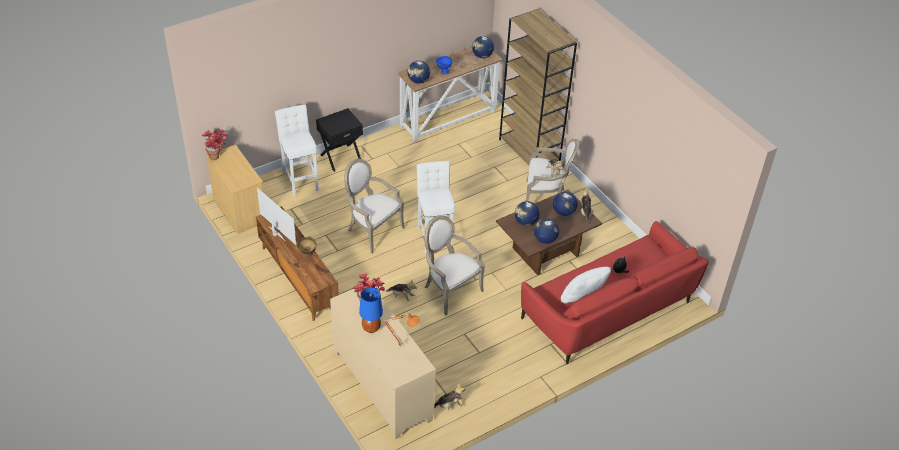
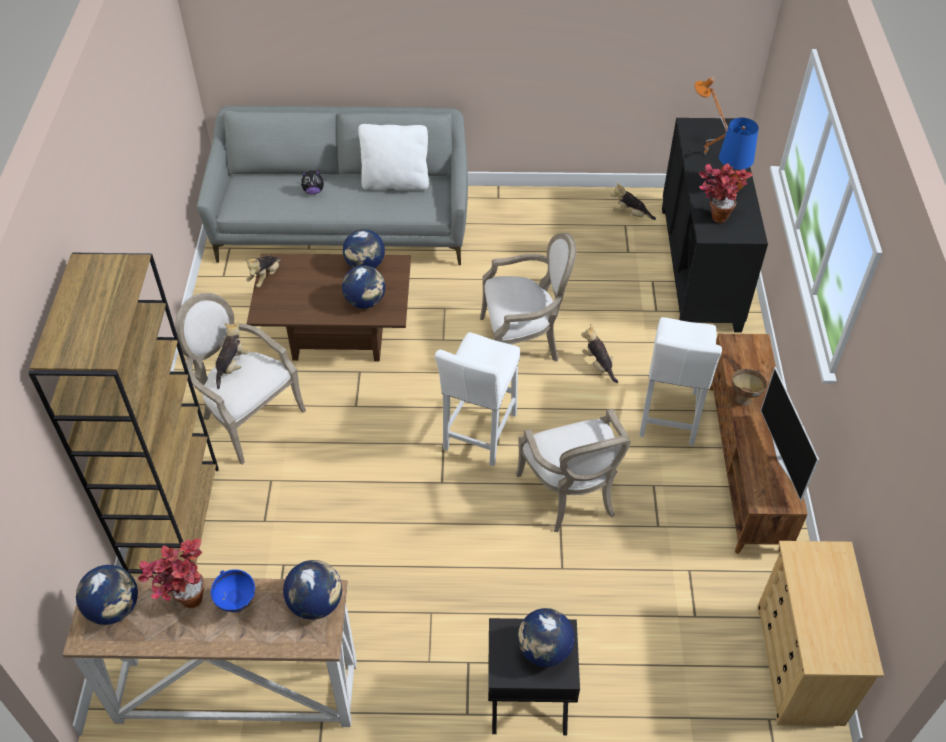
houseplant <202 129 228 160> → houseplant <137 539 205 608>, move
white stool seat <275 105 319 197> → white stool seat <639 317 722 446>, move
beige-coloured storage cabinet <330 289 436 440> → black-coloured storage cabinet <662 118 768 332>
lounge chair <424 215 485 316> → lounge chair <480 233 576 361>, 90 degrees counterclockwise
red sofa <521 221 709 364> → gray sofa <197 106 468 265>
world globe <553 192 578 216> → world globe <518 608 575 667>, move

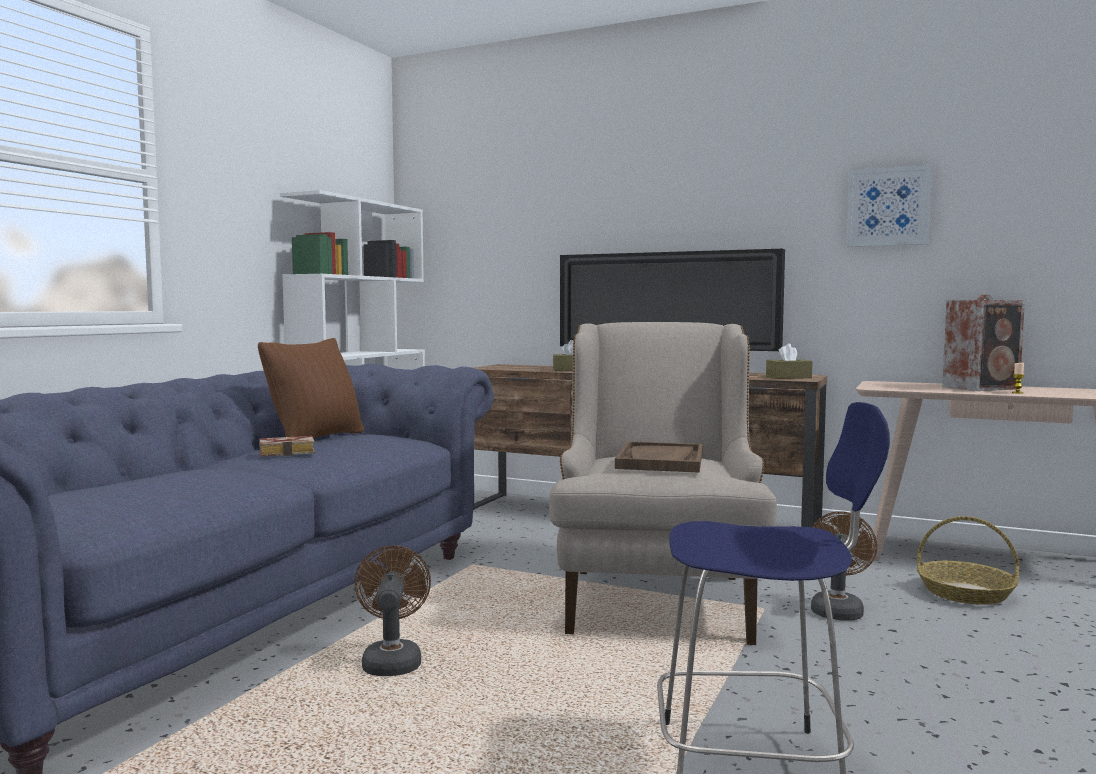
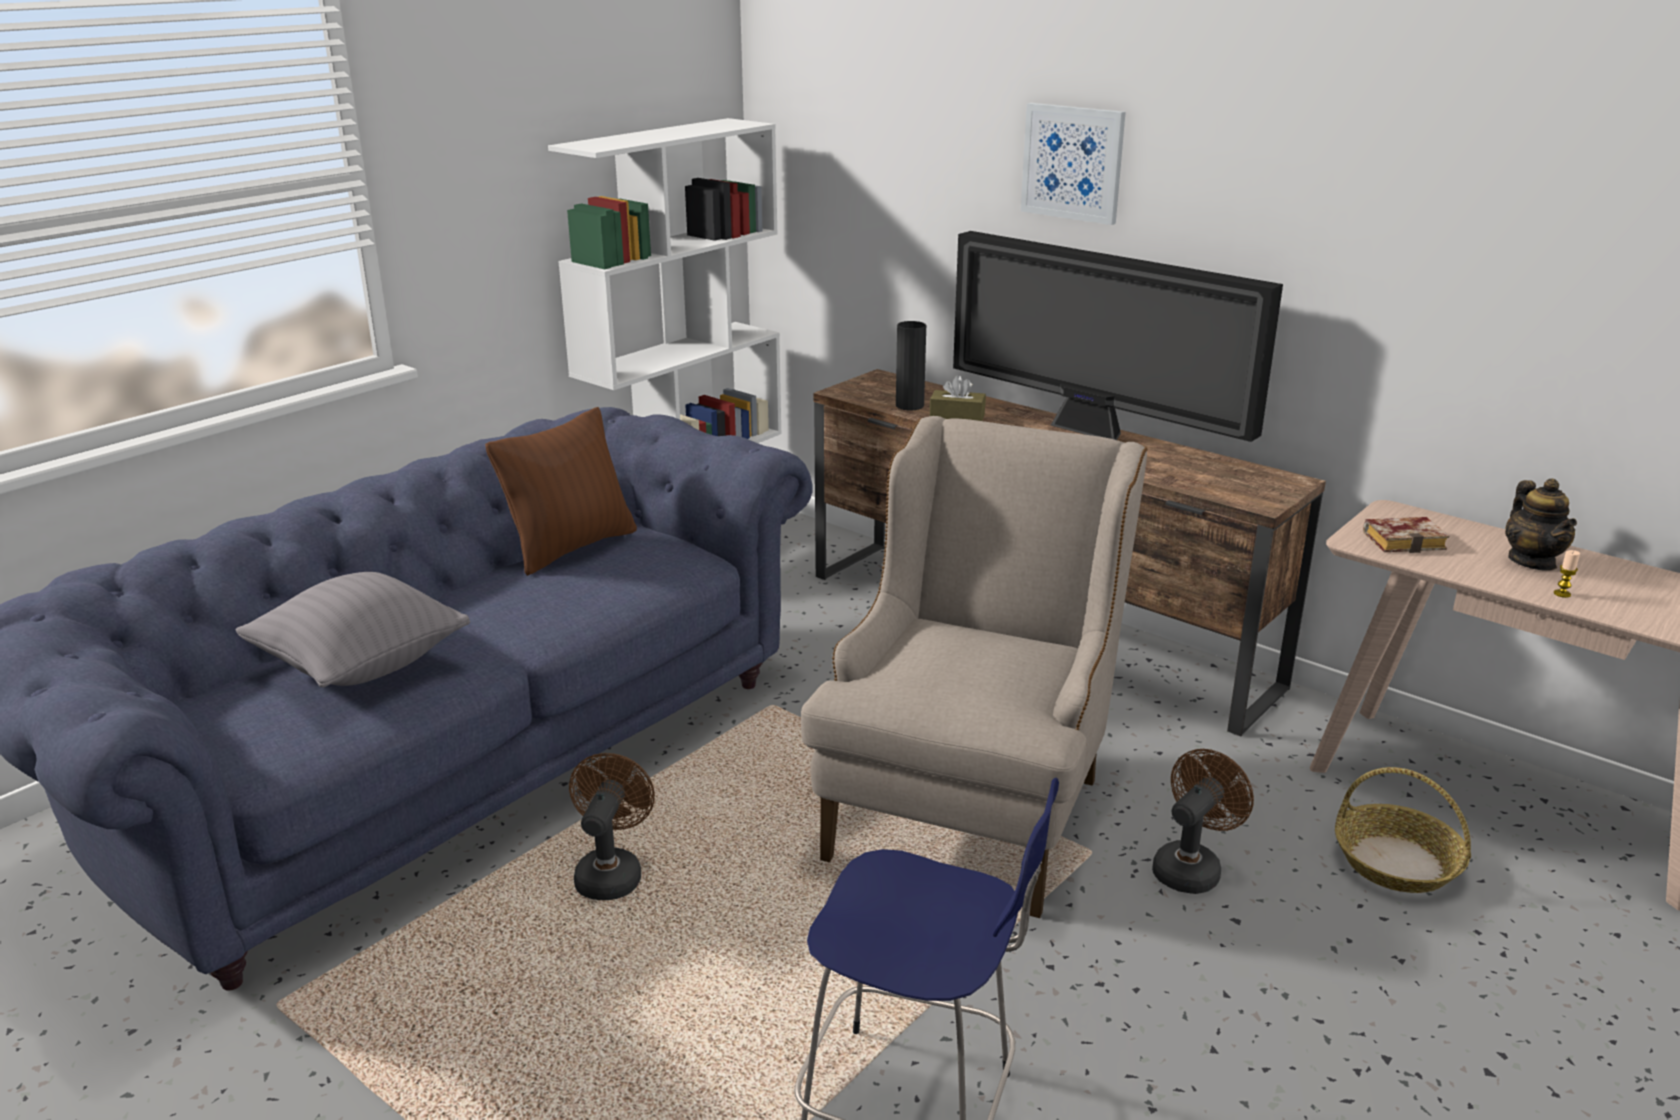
volume <259 436 315 456> → volume <1363 517 1449 553>, move
brown serving tray <615 441 703 473> → -
brown tissue box <766 344 813 379> → -
picture <846 165 932 247> → picture <1021 103 1126 225>, move
loudspeaker <942 295 1025 391> → pot for tea <1505 478 1577 571>
- → gray throw pillow <235 572 470 687>
- → black-coloured vase <896 321 926 410>

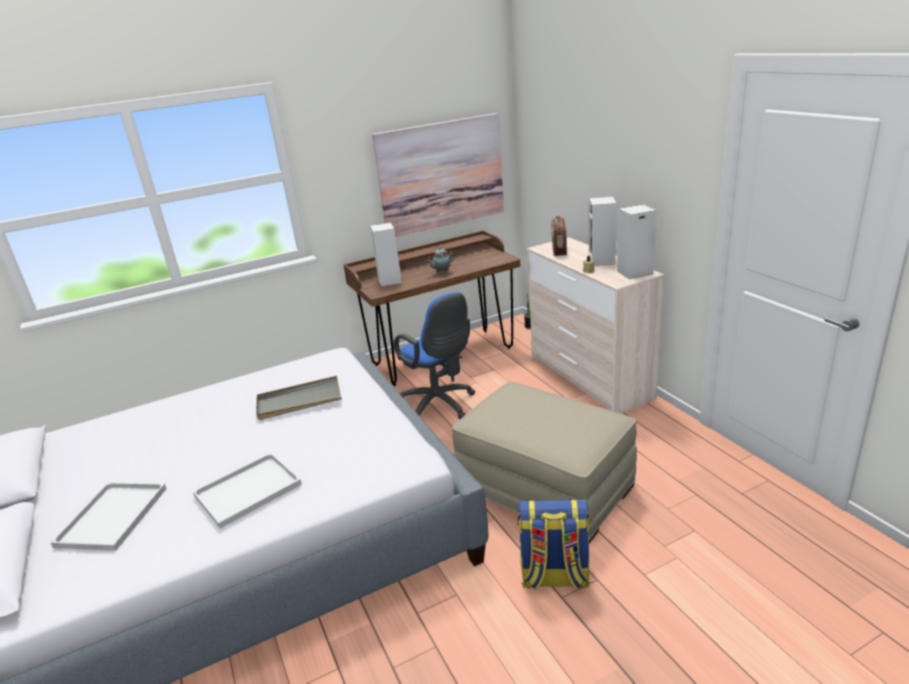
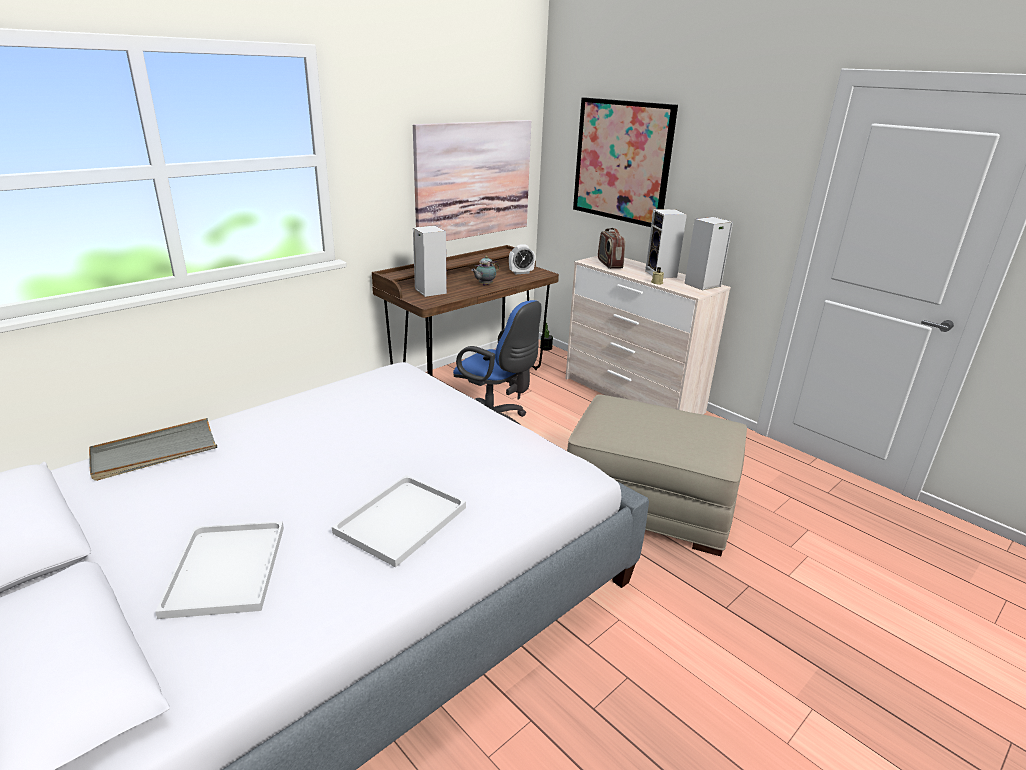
gray serving tray <256 376 342 420> → gray serving tray <89 418 217 481>, move
backpack <517 499 590 591> → -
- → alarm clock <509 244 535 274>
- → picture <573 98 678 227>

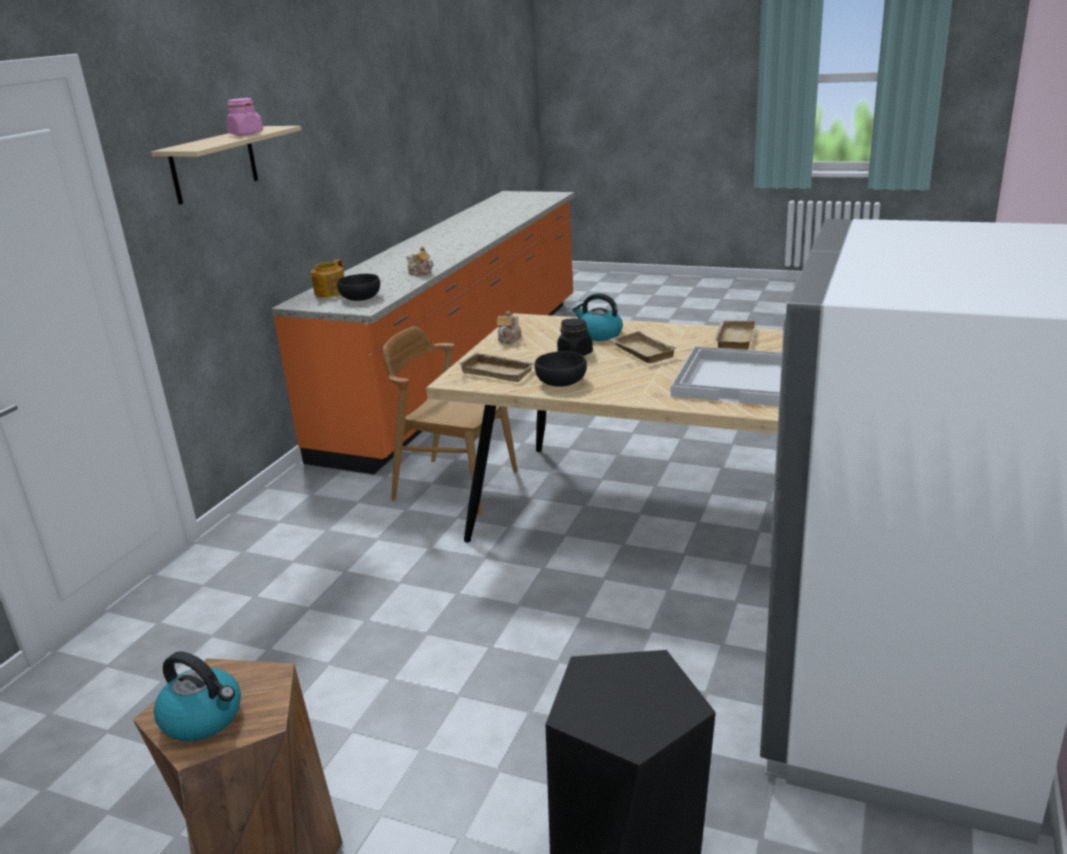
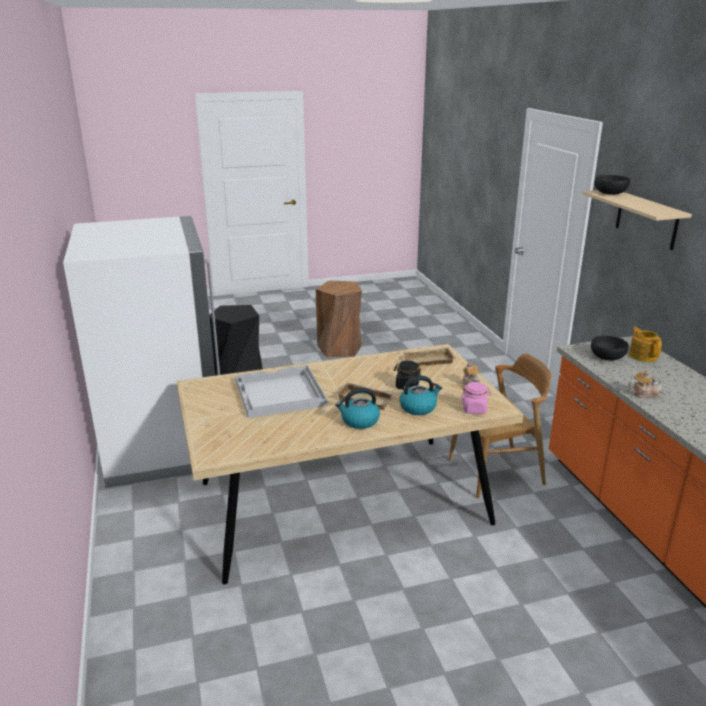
kettle <154 651 241 741> → kettle <336 388 380 429>, move
pinkish preserve jar <226 98 263 135> → pinkish preserve jar <460 382 492 414>, move
black-coloured bowl <535 351 587 387> → black-coloured bowl <595 175 630 195>, move
beige-coloured serving tray <715 320 756 350> → -

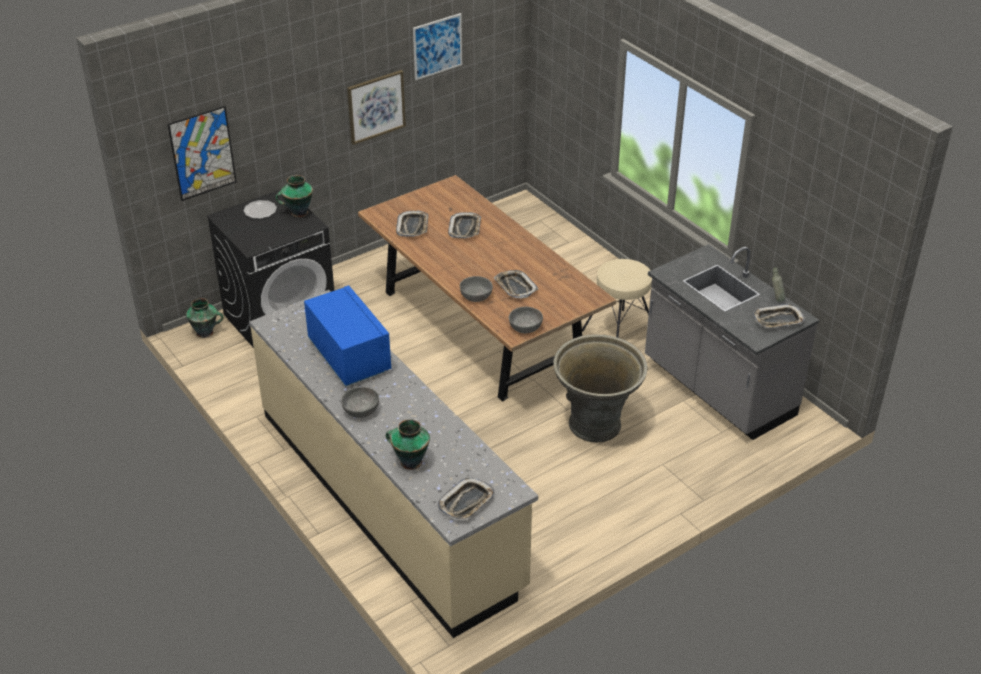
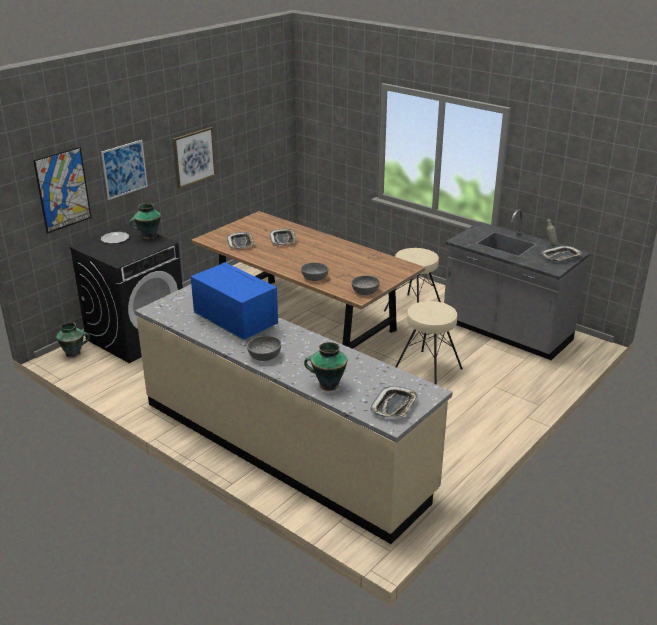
picture <413 13 462 80> → picture <101 140 148 200>, move
serving tray <494 270 538 299> → -
gray flower pot <553 334 647 442> → beige-coloured stool seat <396 301 463 385>

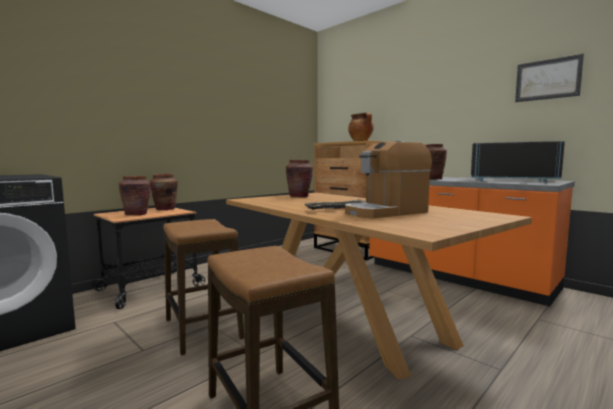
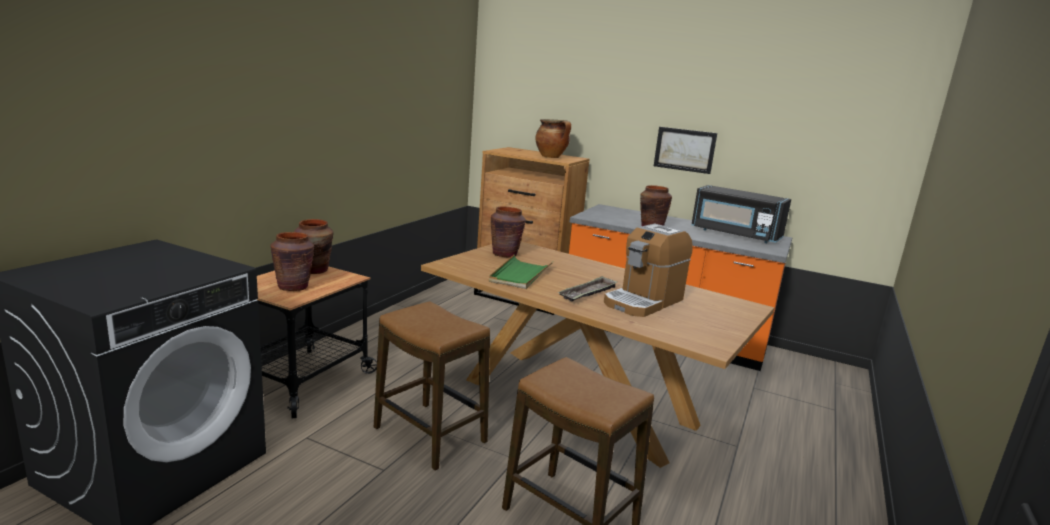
black-coloured microwave <471 141 565 182> → black-coloured microwave <691 185 791 243>, 150 degrees counterclockwise
picture <515 54 584 102> → picture <654 127 717 174>, move
- → green-coloured serving tray <489 254 553 289>

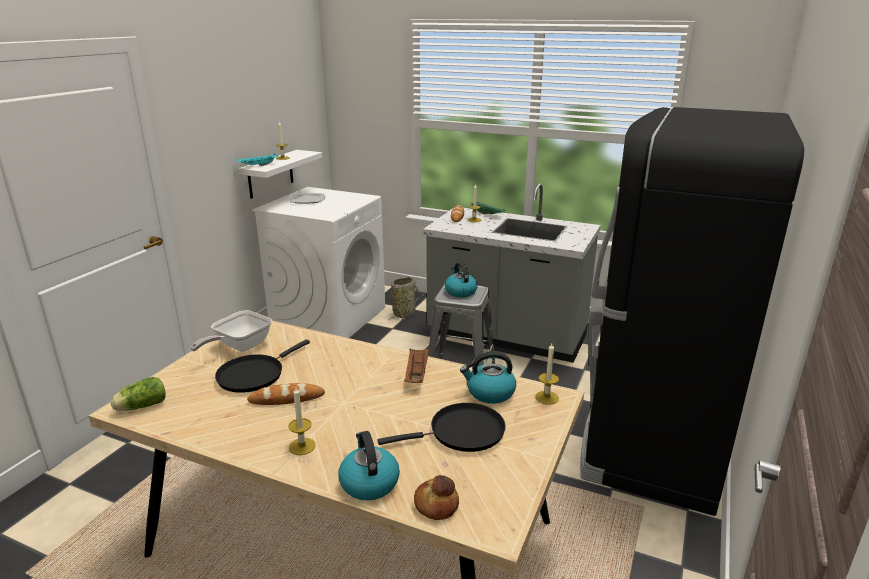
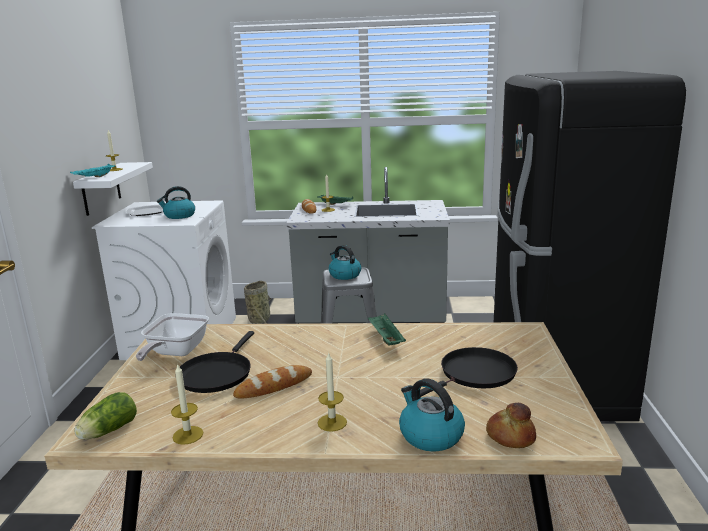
brown serving tray <404 349 429 383> → green-coloured serving tray <368 314 406 345>
kettle <460 351 516 404> → kettle <157 186 195 219>, move
wax candle <535 343 559 405> → wax candle <171 363 203 445>, move

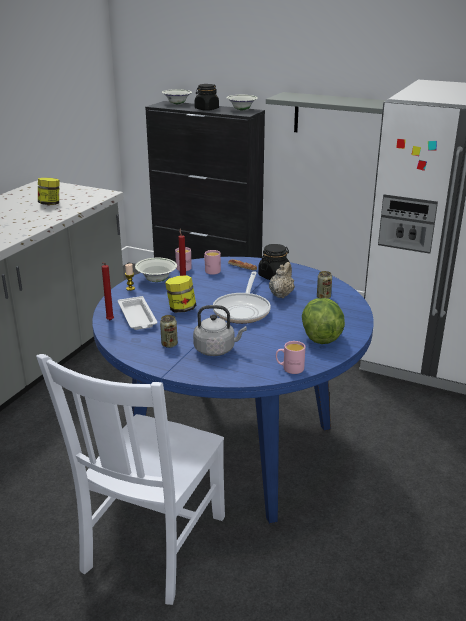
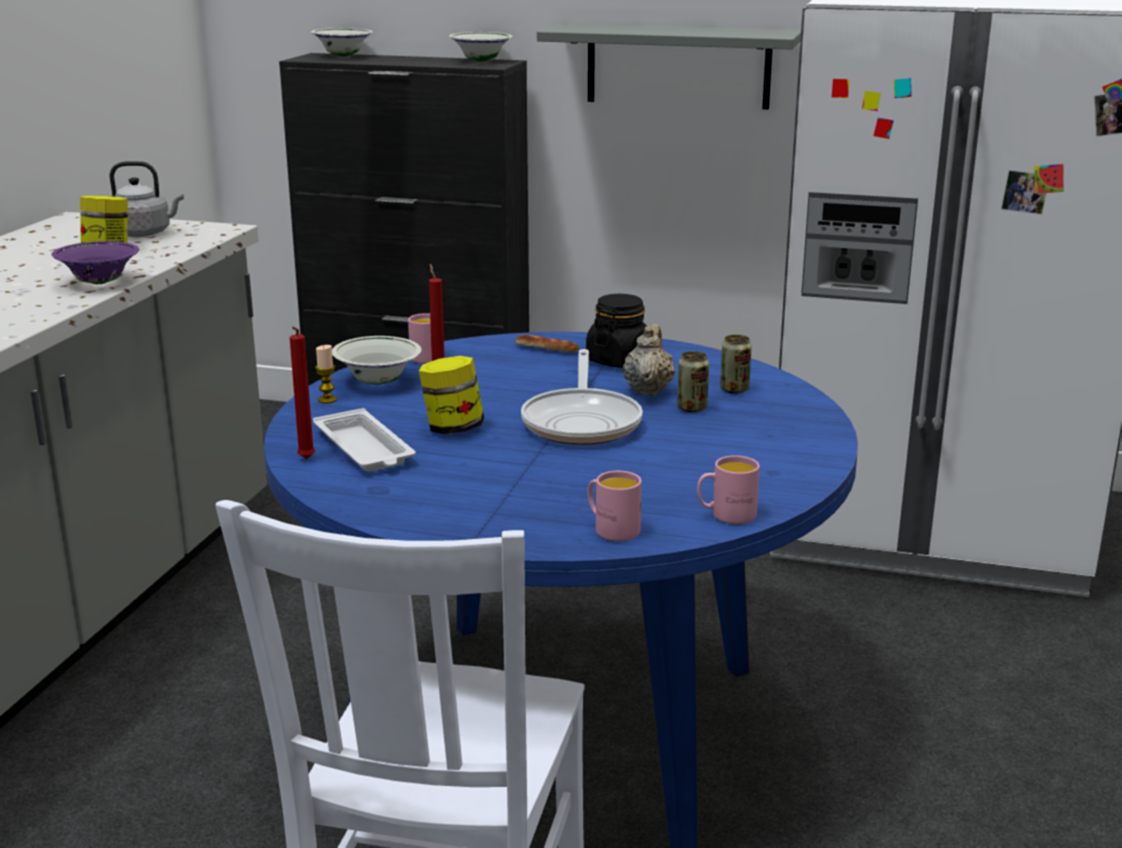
sealed can <160 315 178 348> → sealed can <677 351 709 412>, move
gray kettle <193 305 247 356> → gray kettle <109 161 184 237>, move
black-coloured preserve jar <194 84 219 111> → -
pinkish mug <204 250 221 275> → pinkish mug <588 471 642 541>, move
lettuce <302 298 345 344> → -
- → purple-coloured bowl <51 241 139 284>

